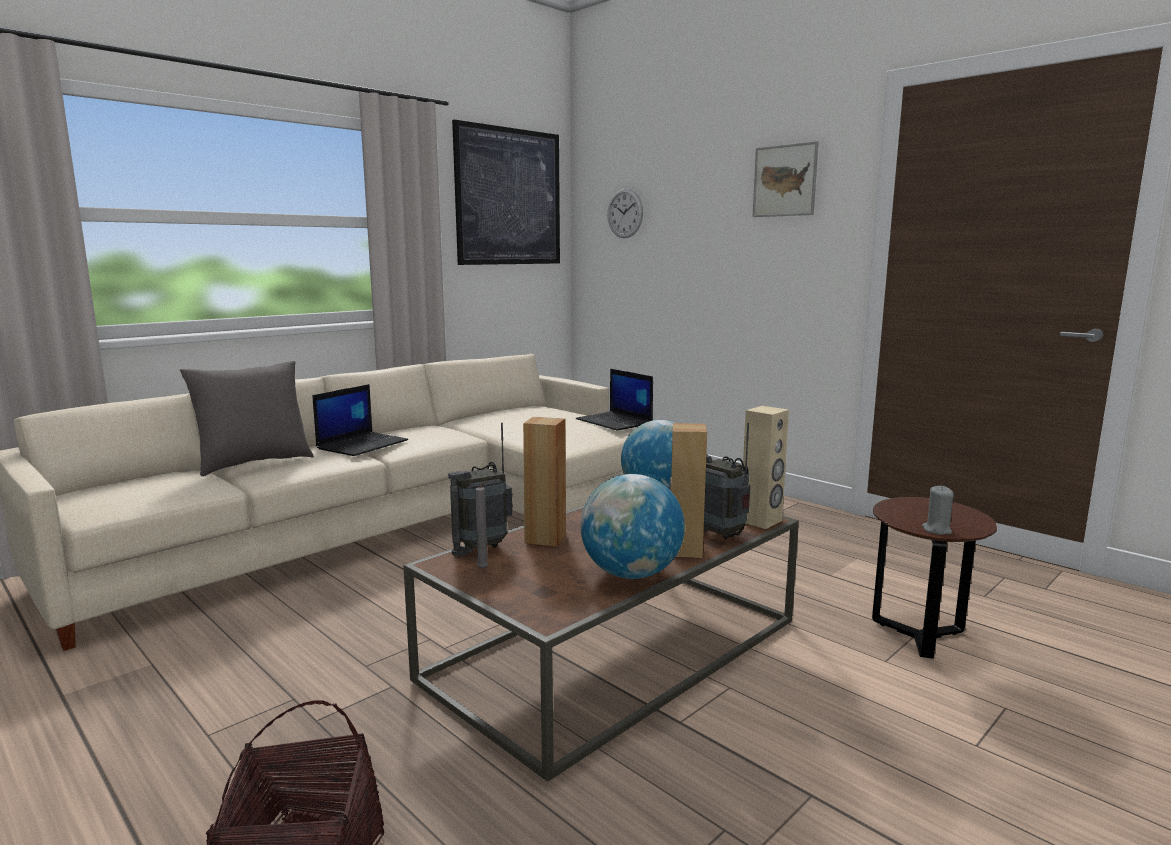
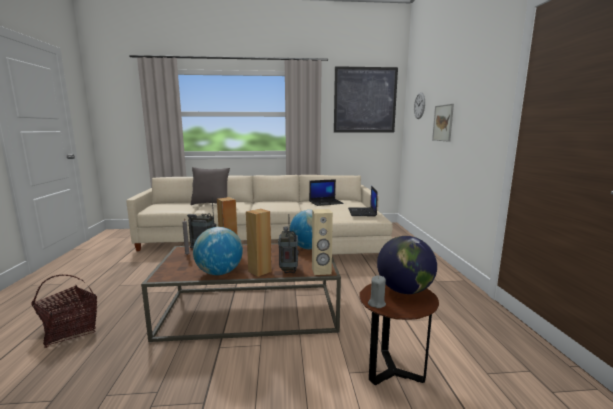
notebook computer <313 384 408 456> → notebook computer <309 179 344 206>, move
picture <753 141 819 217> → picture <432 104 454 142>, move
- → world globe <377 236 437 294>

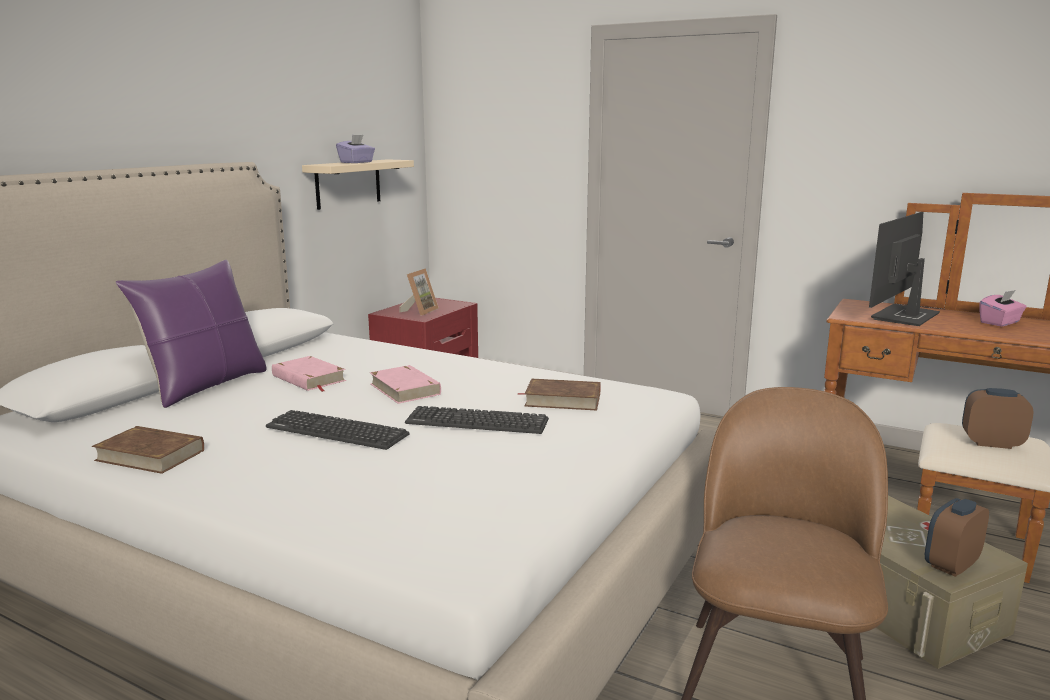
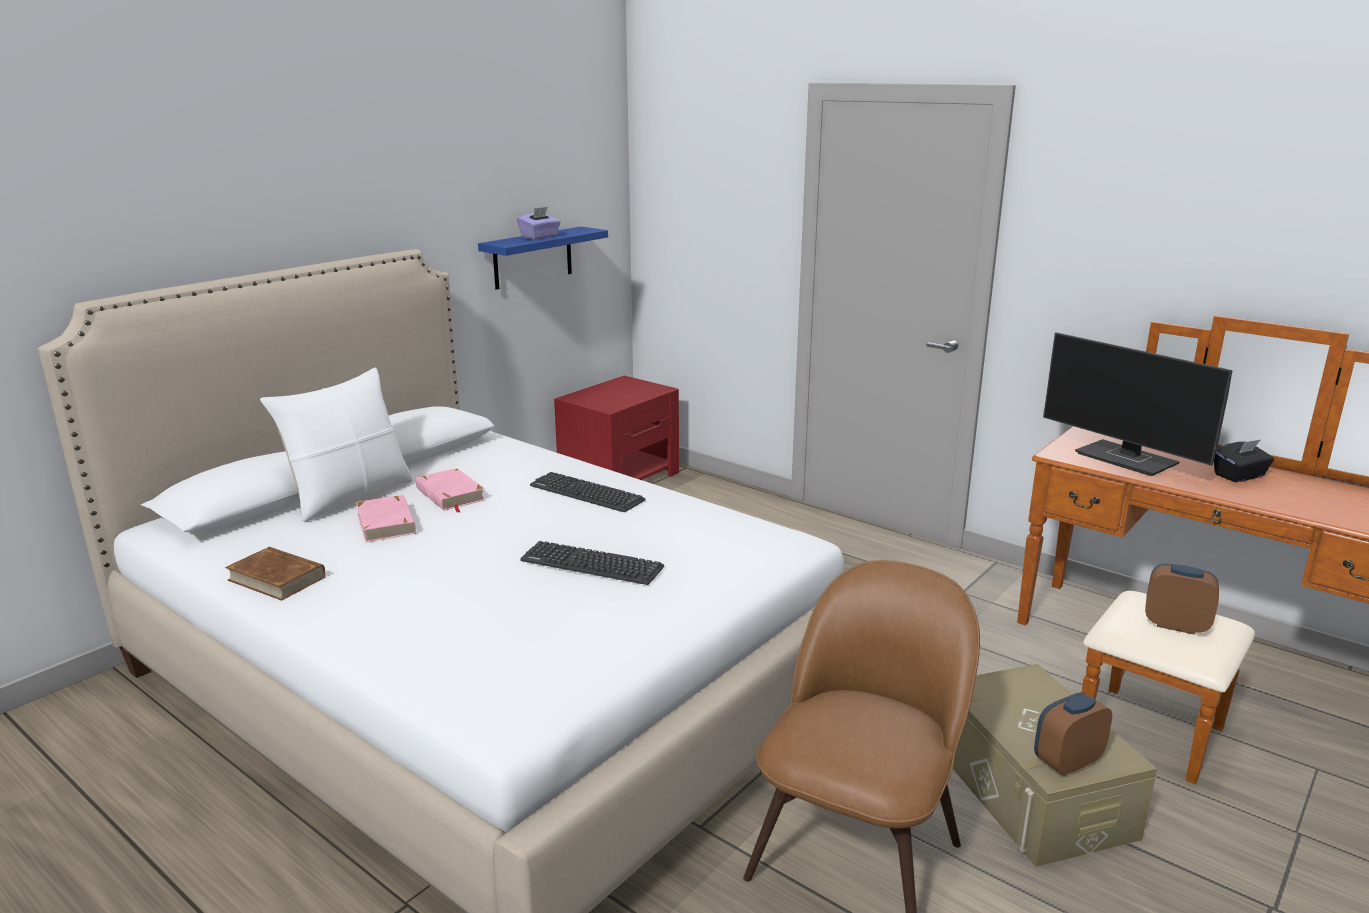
purple-coloured throw pillow <116 260 267 408> → white throw pillow <260 367 413 522>
PC keyboard <266 410 410 450> → PC keyboard <530 472 645 512>, move
beige-coloured bracket shelf <302 159 414 210> → blue bracket shelf <478 227 608 290>
pinkish volume <370 365 441 404> → pinkish volume <356 495 416 542>, move
picture frame <399 268 439 316> → -
brown volume <518 379 601 410> → -
monitor <869 212 940 326> → monitor <1043 332 1233 476>, 90 degrees counterclockwise
pinkish tissue box <980 290 1027 327> → black-coloured tissue box <1214 439 1274 482>

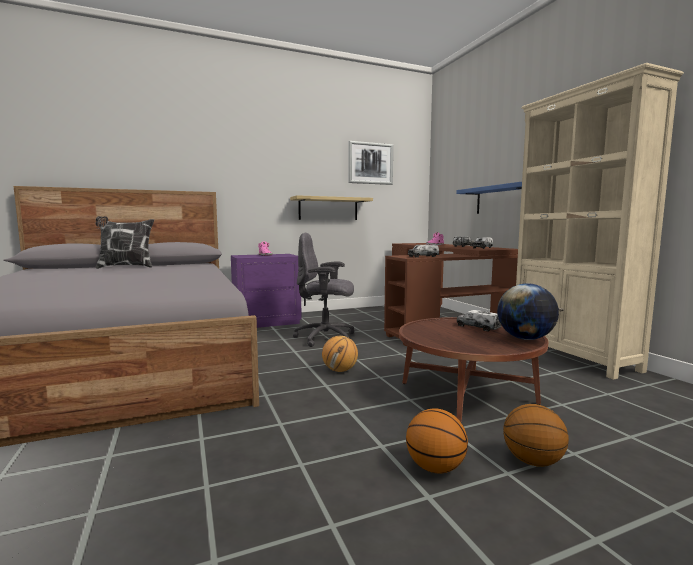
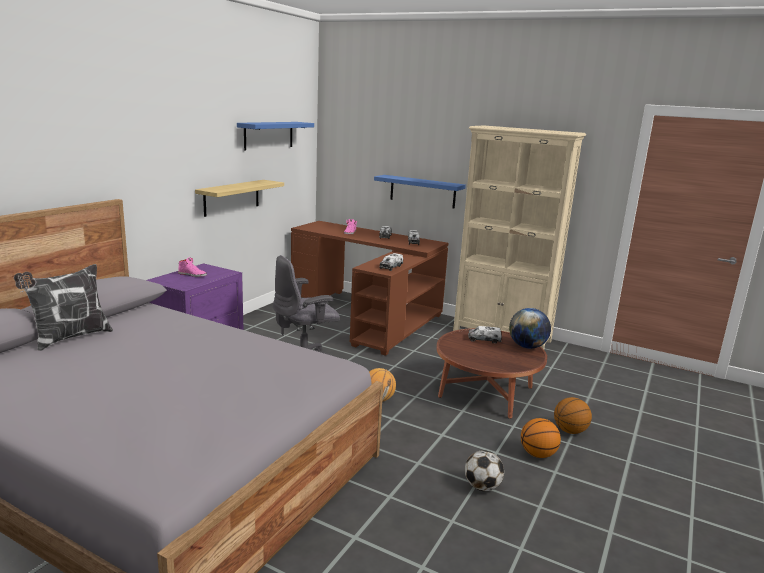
picture <348 141 393 185> → blue bracket shelf <237 122 314 151>
- → football <465 450 504 491>

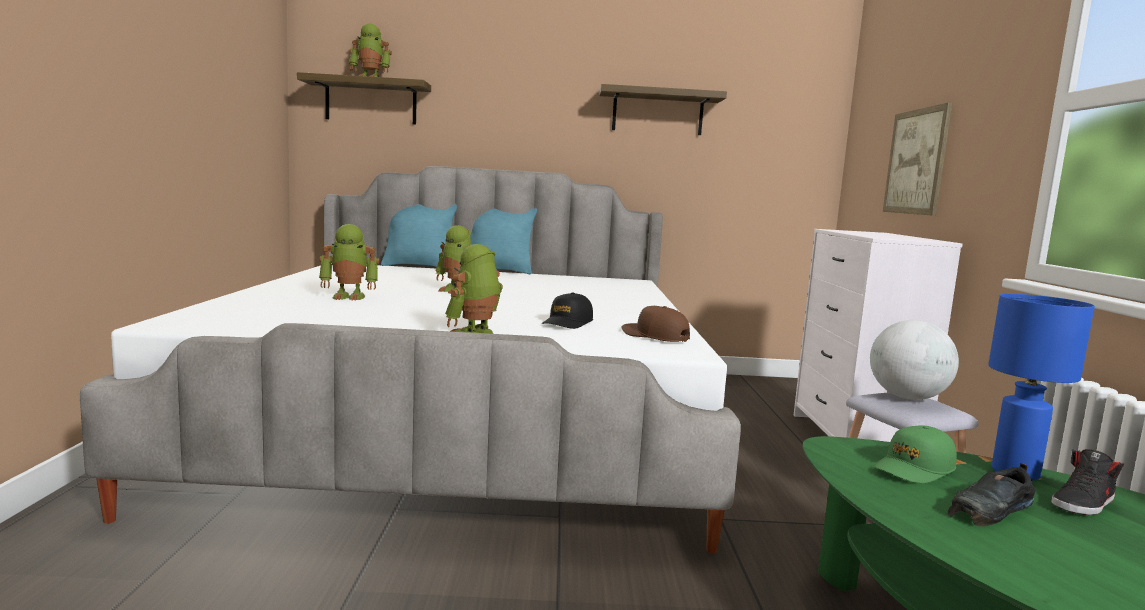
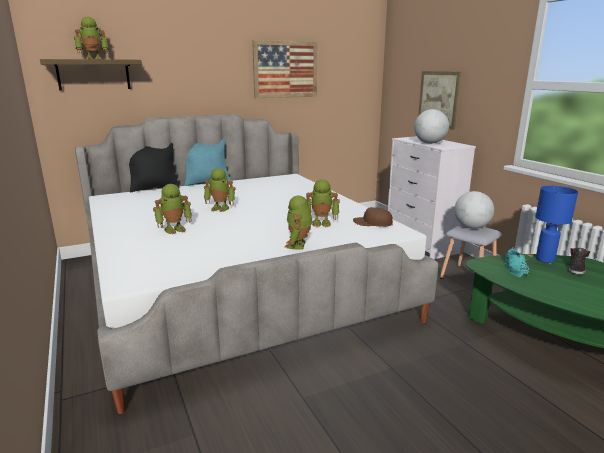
turquoise throw pillow <381 204 457 267> → black-coloured throw pillow <129 143 180 192>
black-coloured peaked cap <542 292 593 329> → robot figure <306 179 340 227>
bracket shelf <599 84 727 135> → picture <252 40 317 98>
green-coloured peaked cap <873 425 957 484> → turquoise item of footwear <505 247 529 277>
black-coloured item of footwear <948 463 1036 527> → -
- → world globe <414 109 449 144>

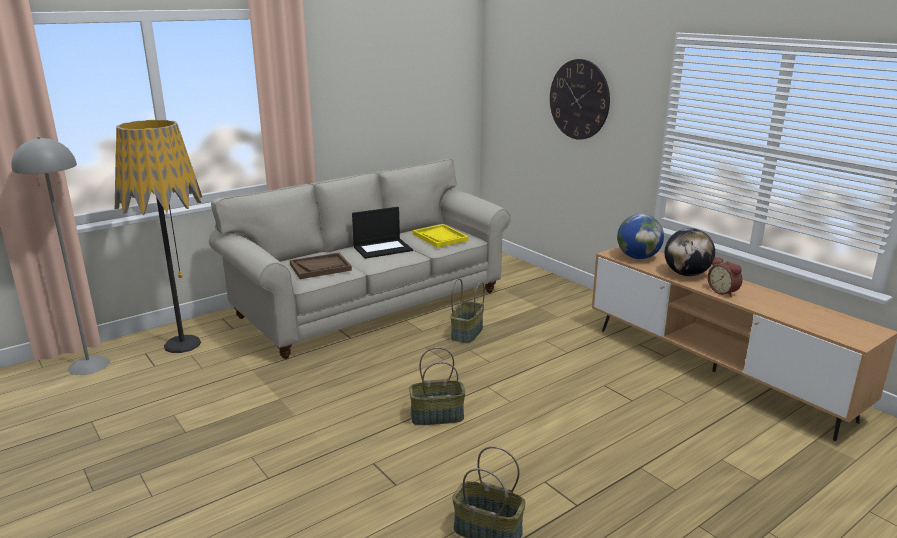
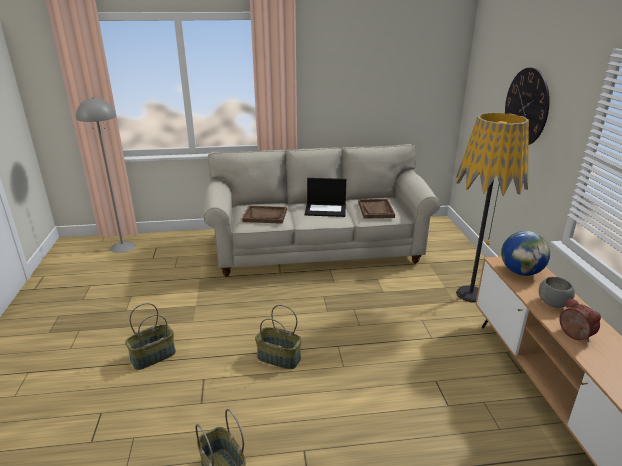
standing lamp <115 120 202 353> → standing lamp <456 113 529 303>, move
yellowish serving tray <413 224 469 248> → brown serving tray <358 199 395 219>
household basket <450 278 485 343> → household basket <125 303 176 370>, move
world globe <665 228 715 276> → gray bowl <539 277 575 308>
alarm clock <708 257 742 297> → alarm clock <559 298 601 342>, 150 degrees clockwise

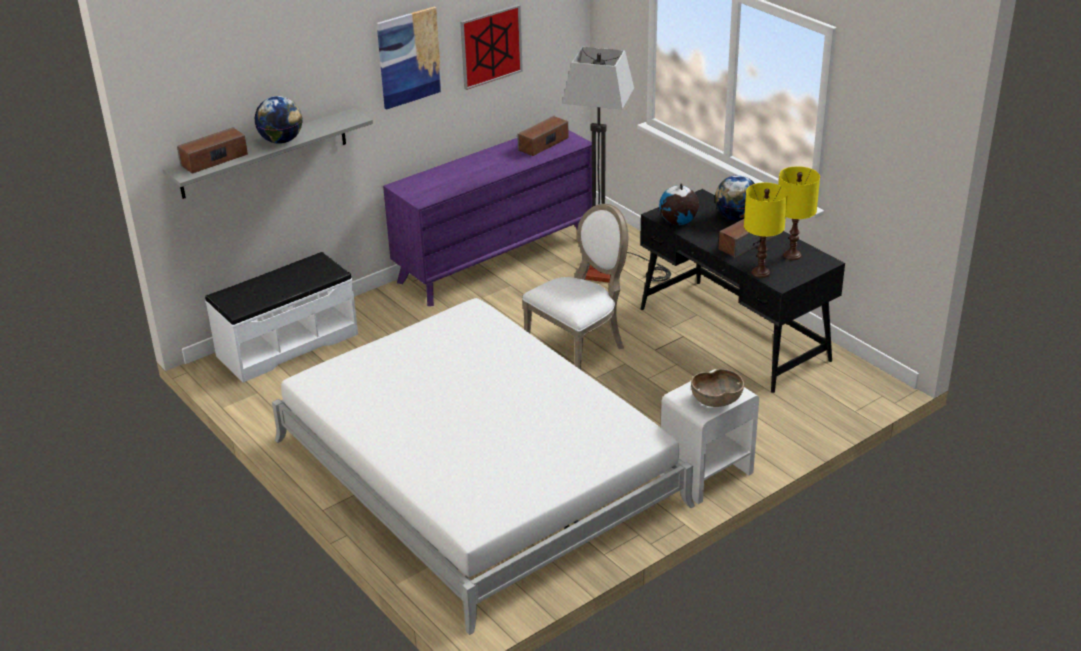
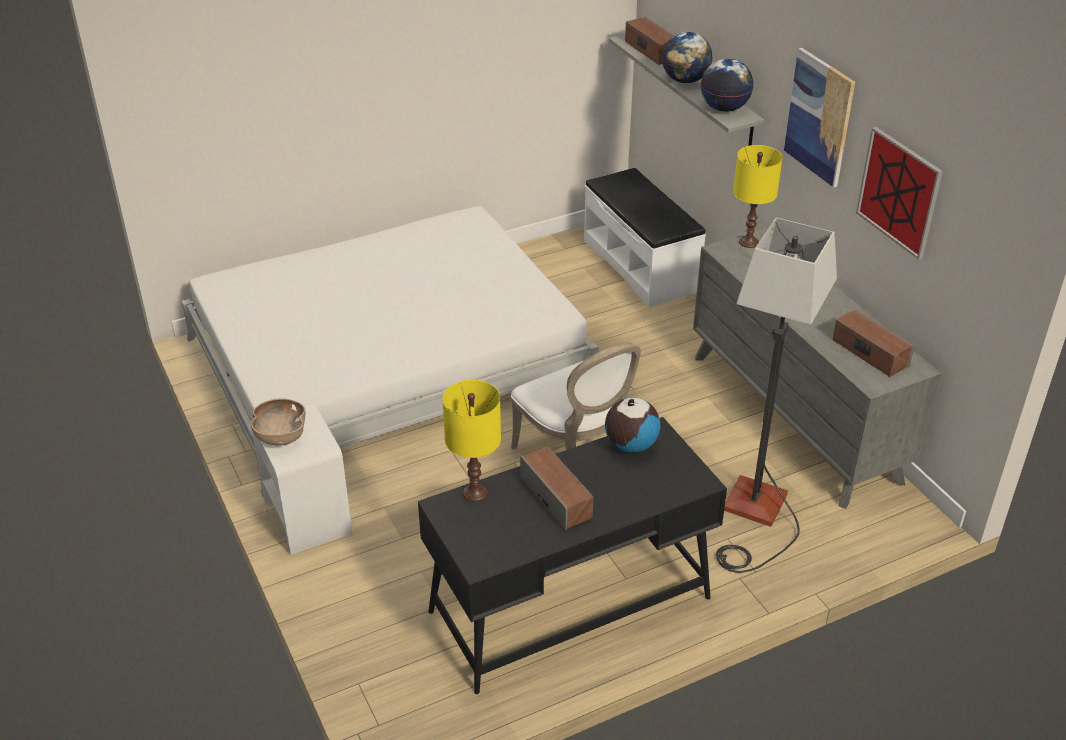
purple-coloured drawer chest <383 130 592 306> → gray drawer chest <693 228 941 509>
world globe <715 175 755 220> → world globe <701 58 753 112>, move
yellowish tabletop lamp <778 166 820 260> → yellowish tabletop lamp <733 145 783 248>, move

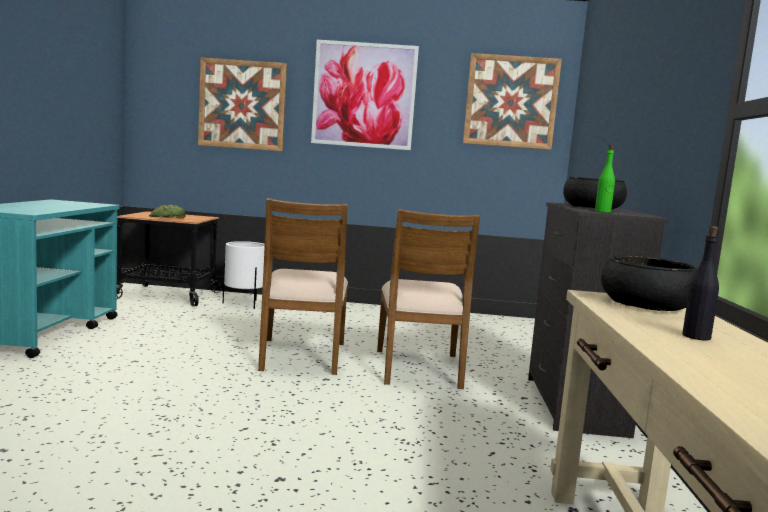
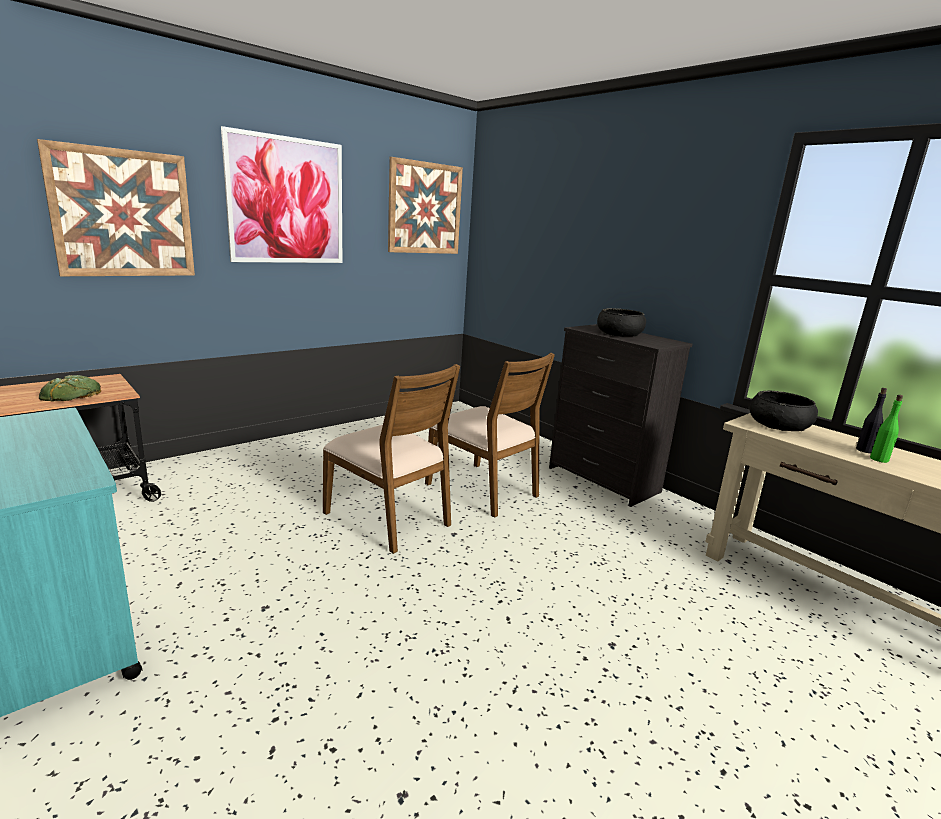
white flower pot <223 241 265 309> → -
green-coloured drink bottle <595 144 615 213> → green-coloured drink bottle <870 395 903 463>, move

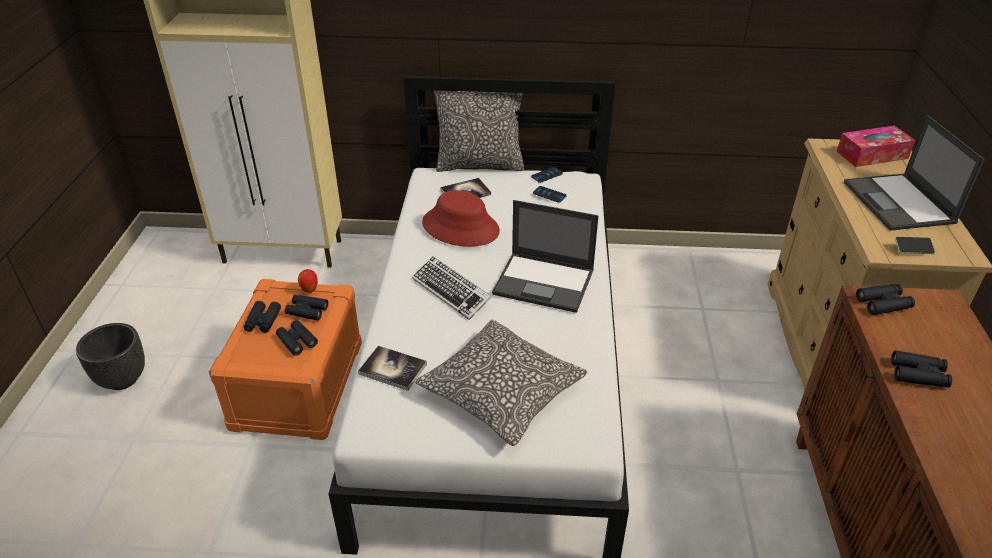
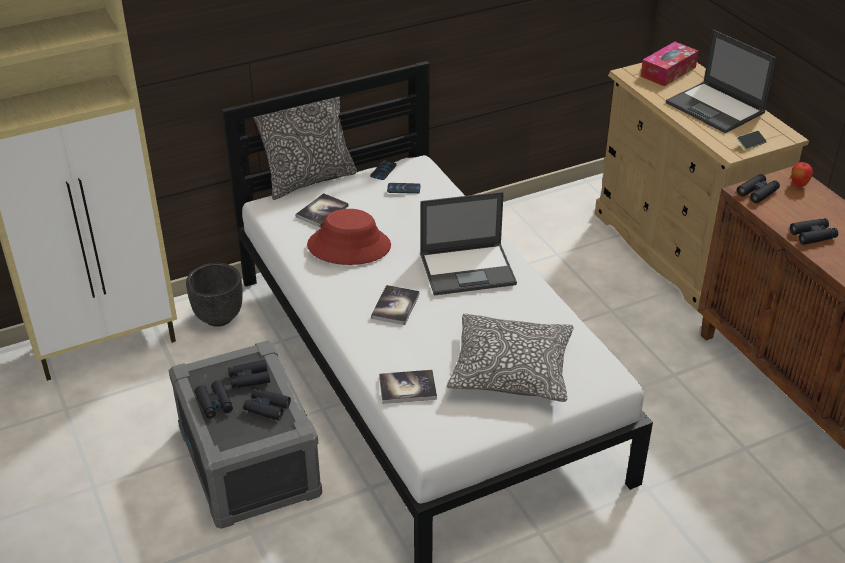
black-coloured flower pot <76 323 145 390> → black-coloured flower pot <186 263 243 327>, move
orange storage box <209 279 362 440> → gray storage box <169 340 322 529>
apple <298 269 318 293> → apple <791 162 813 187>, move
PC keyboard <412 256 491 320> → volume <371 285 420 325>

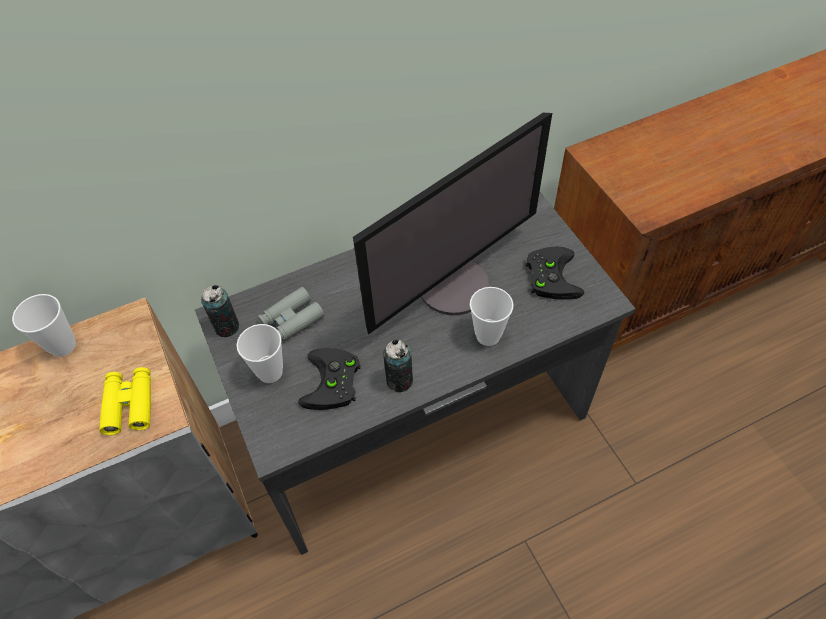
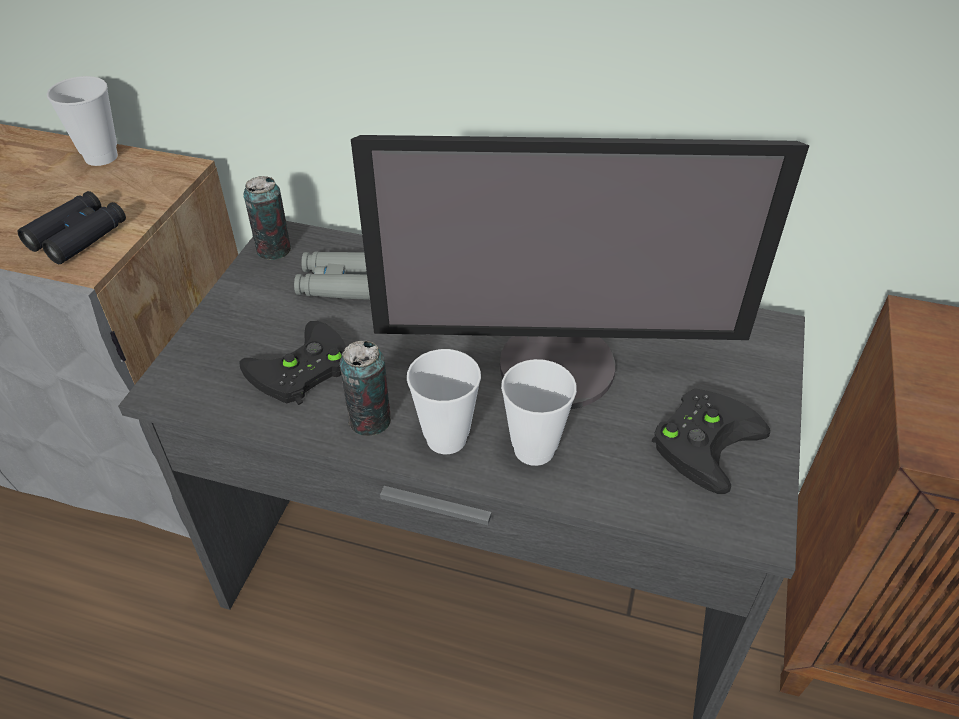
yellowish pair of binoculars <99 367 151 435> → black-coloured pair of binoculars <18 191 126 264>
small cup <237 324 283 383> → small cup <407 349 481 454>, move

